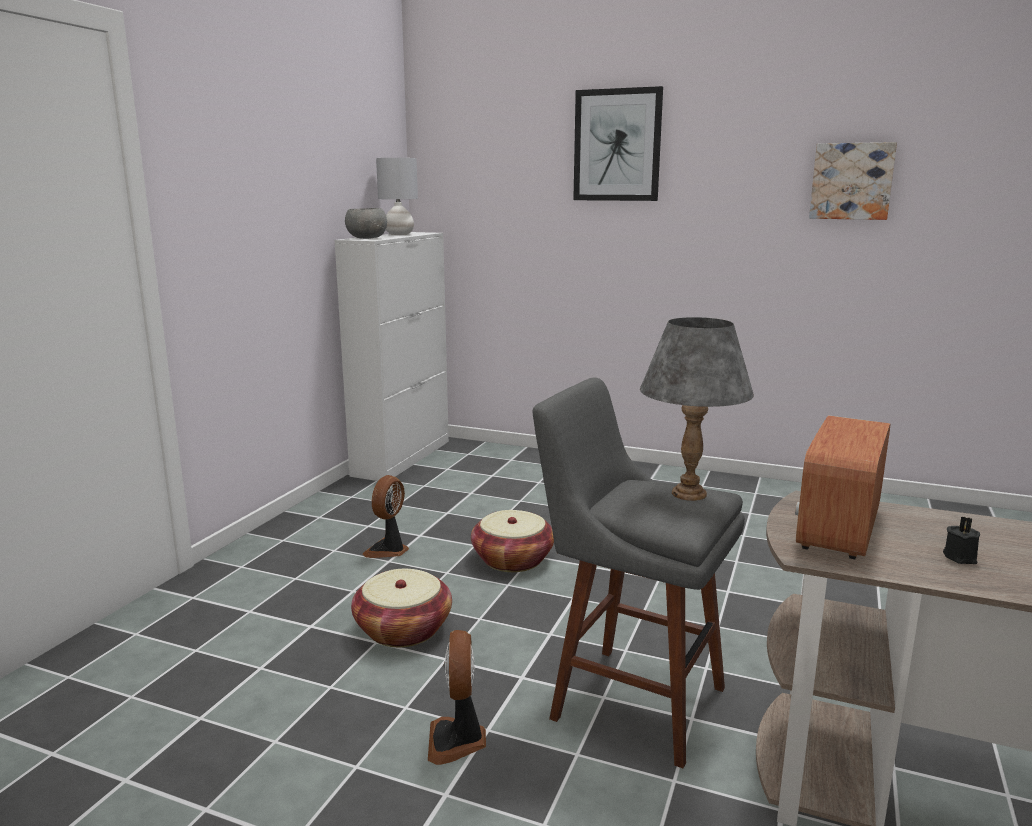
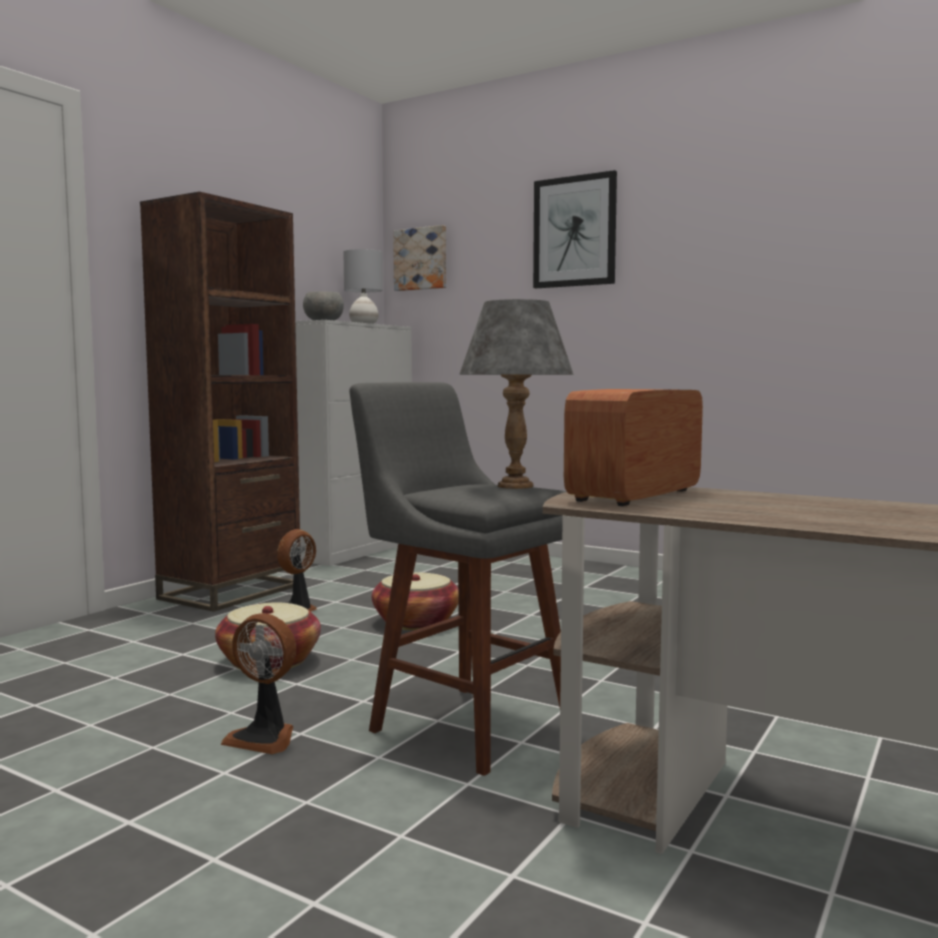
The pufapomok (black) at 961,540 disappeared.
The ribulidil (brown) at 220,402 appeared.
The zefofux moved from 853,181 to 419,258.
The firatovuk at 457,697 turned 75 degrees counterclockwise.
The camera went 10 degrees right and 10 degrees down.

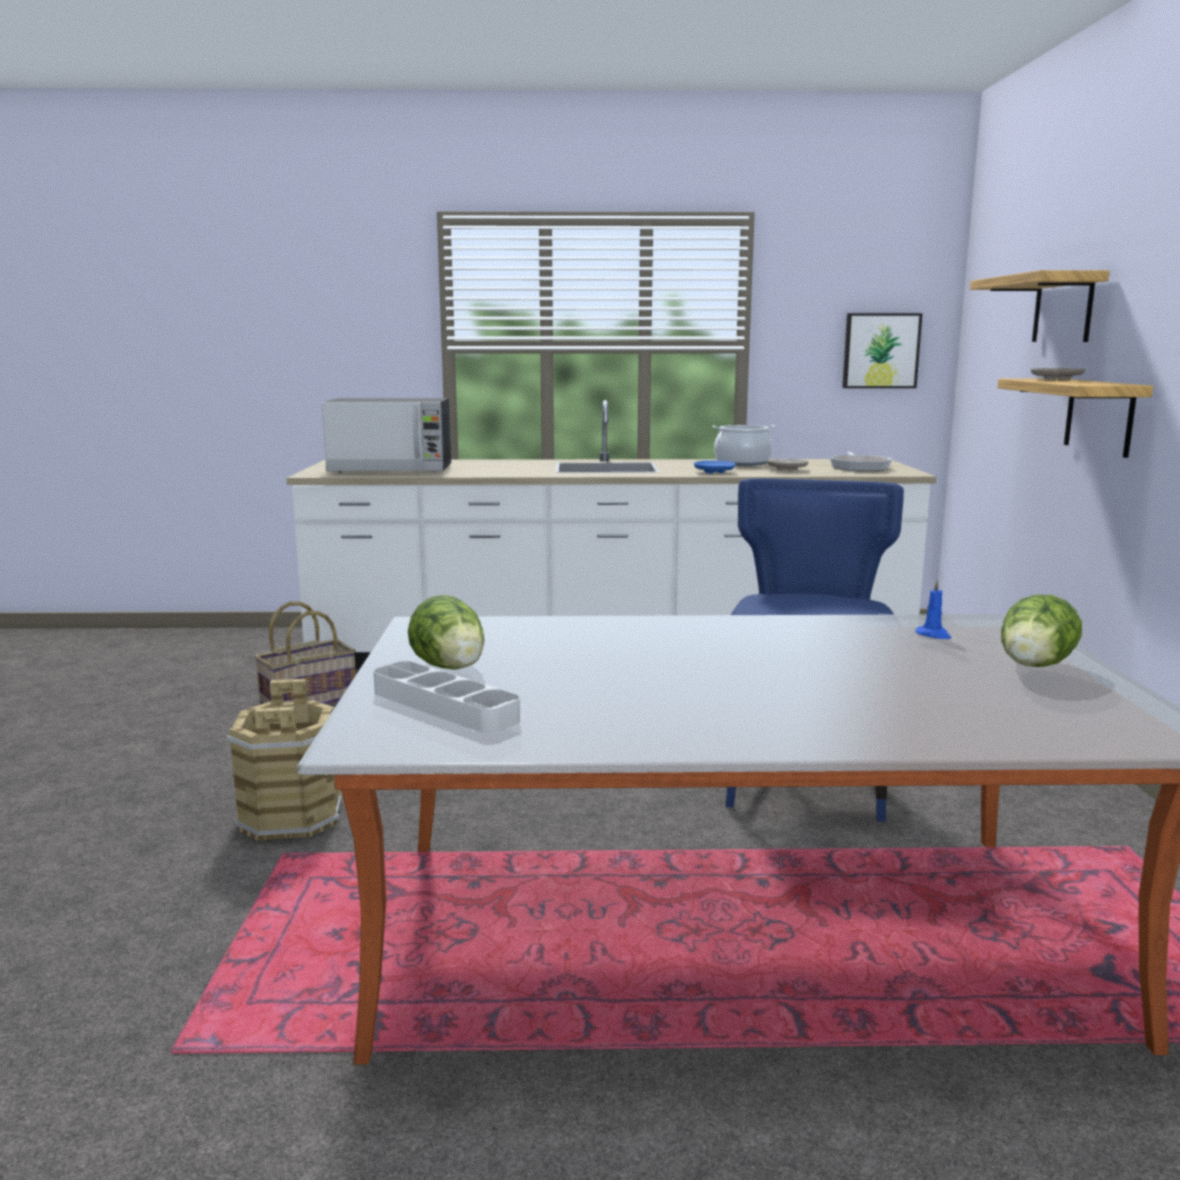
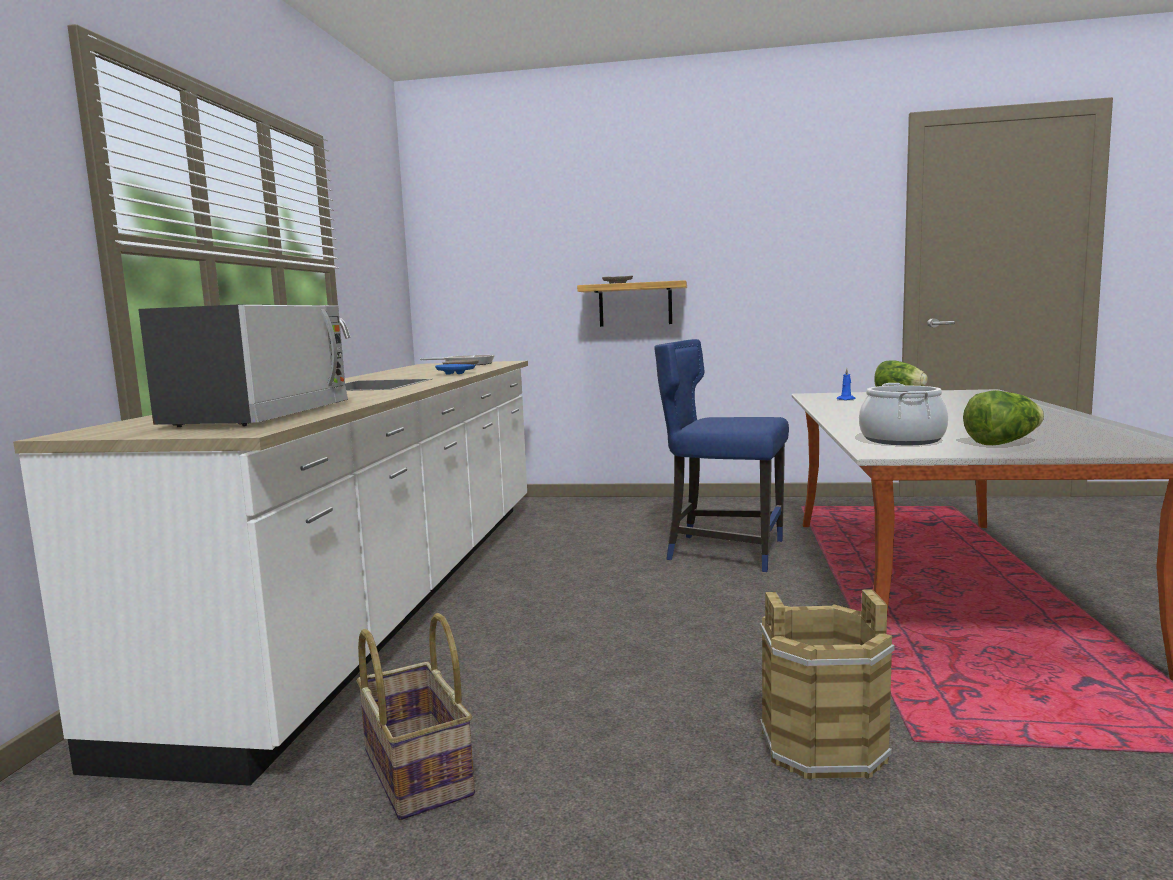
The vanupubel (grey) at 446,697 disappeared.
The zefofux at 882,350 disappeared.
The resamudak at 1039,306 disappeared.
The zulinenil moved from 744,445 to 903,414.
The camera went 80 degrees left and 5 degrees down.

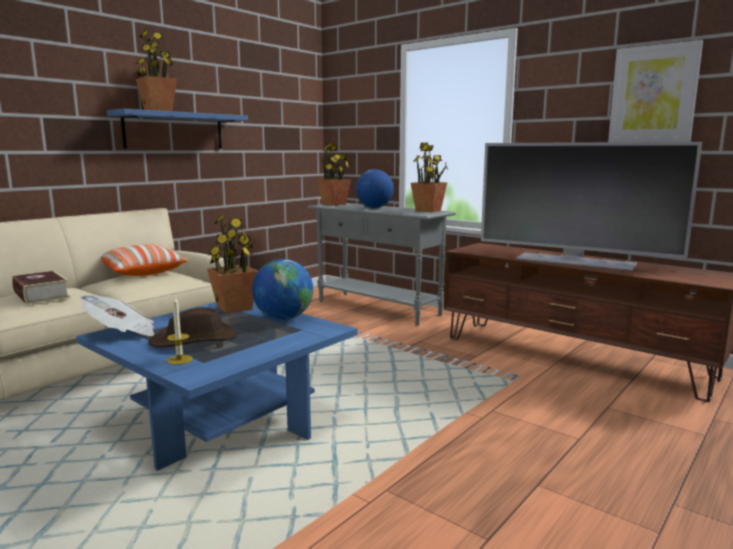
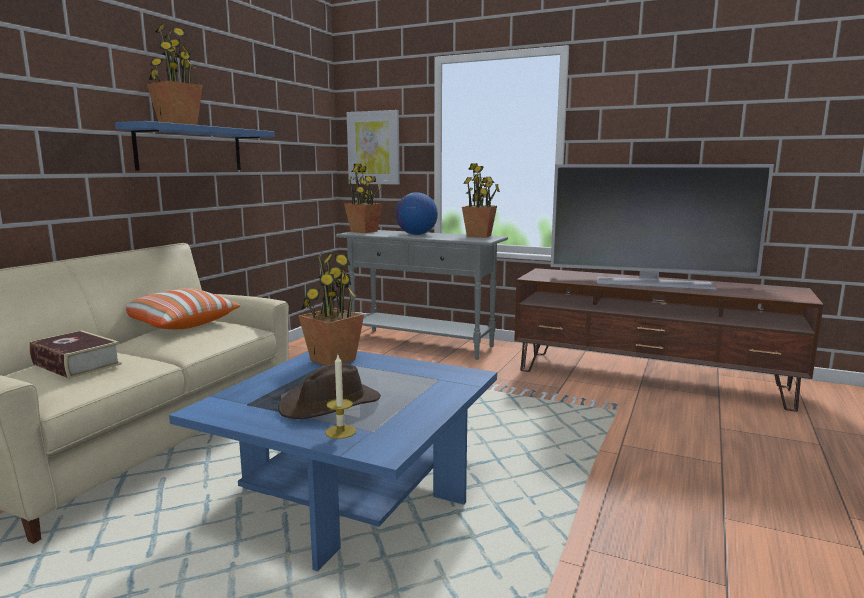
The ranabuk at 117,315 disappeared.
The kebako at 282,289 disappeared.
The zefofux moved from 655,91 to 373,147.
The camera went 15 degrees left and 0 degrees up.

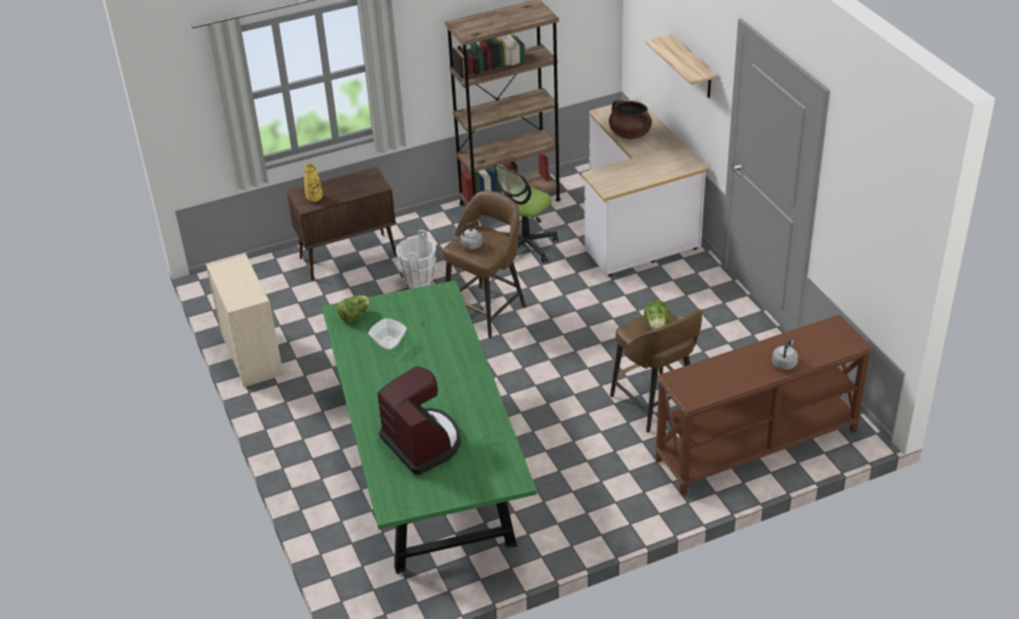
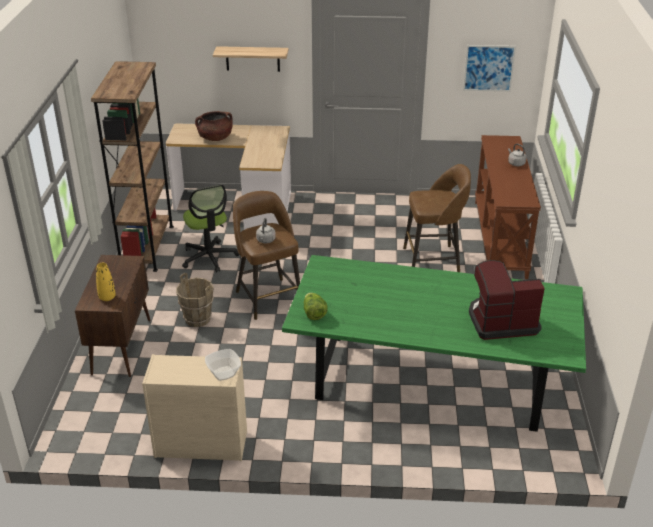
The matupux at 656,315 disappeared.
The zefofux at 489,68 appeared.
The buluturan moved from 387,334 to 223,365.
The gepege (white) at 416,259 became the gepege (brown) at 195,300.
The camera went 65 degrees left and 5 degrees down.

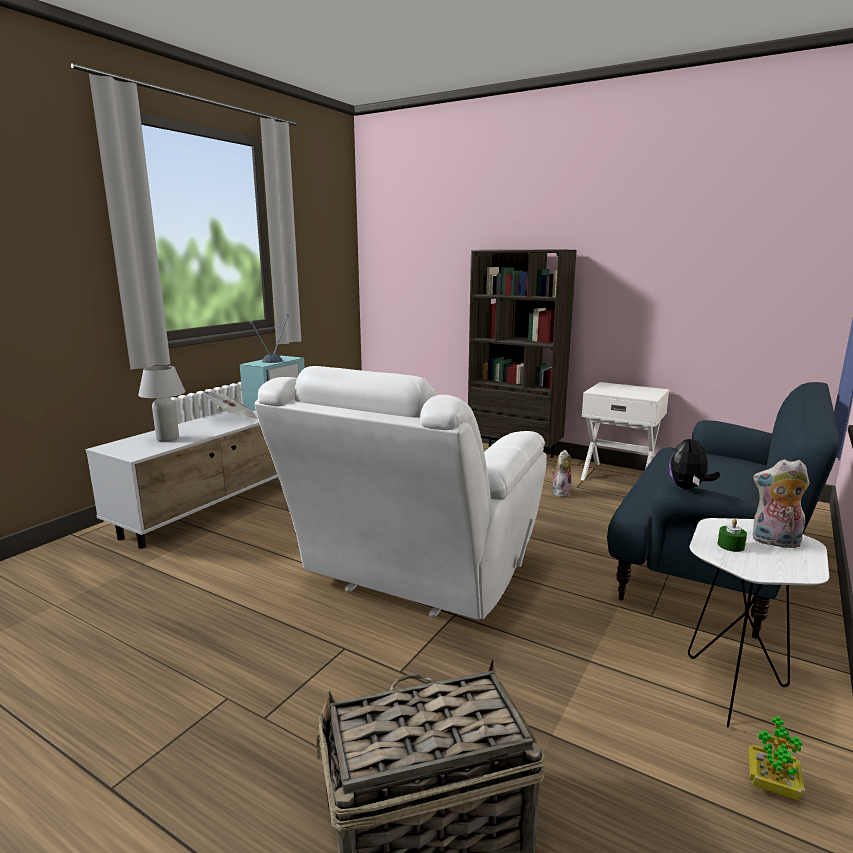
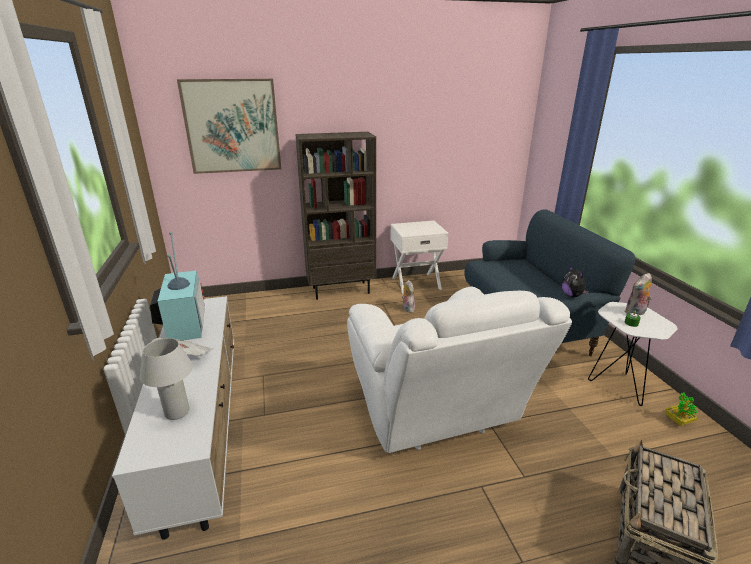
The zefofux at 229,126 appeared.
The camera went 45 degrees left and 10 degrees up.

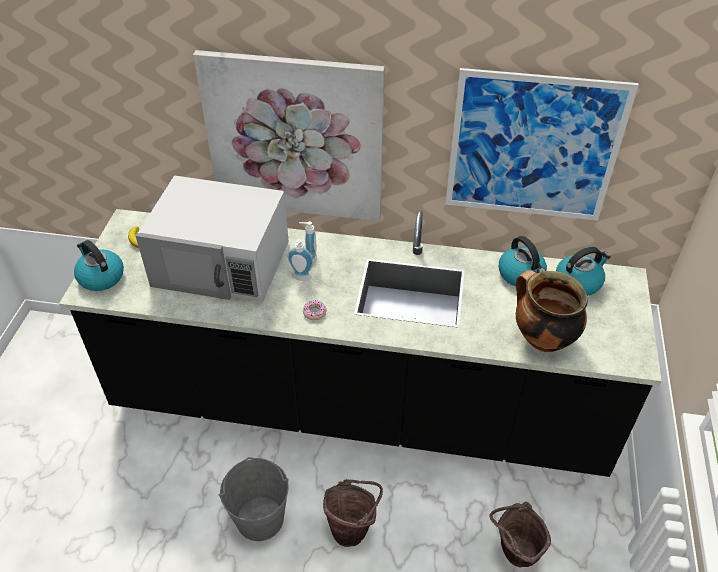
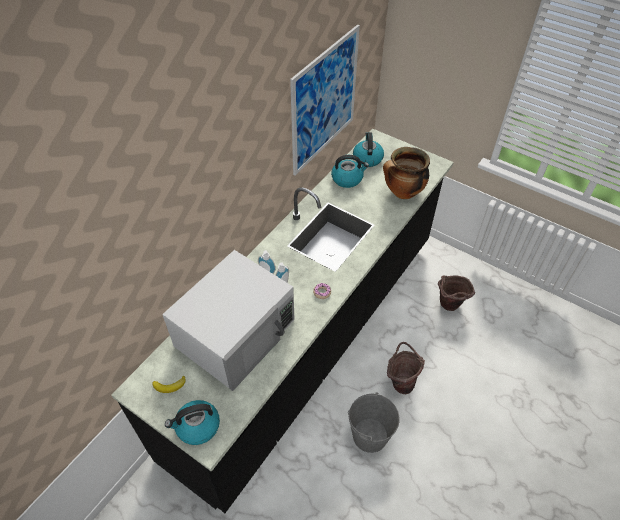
The zefofux at 289,135 disappeared.
The camera went 65 degrees left and 5 degrees up.

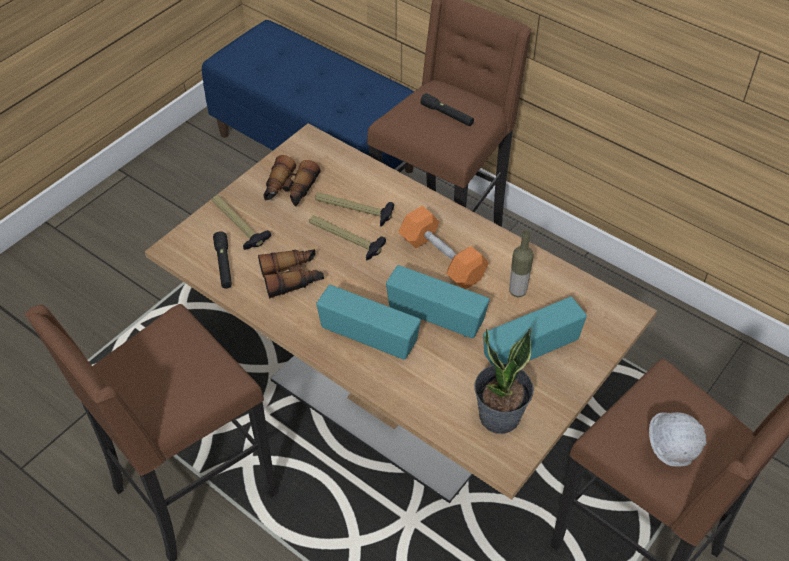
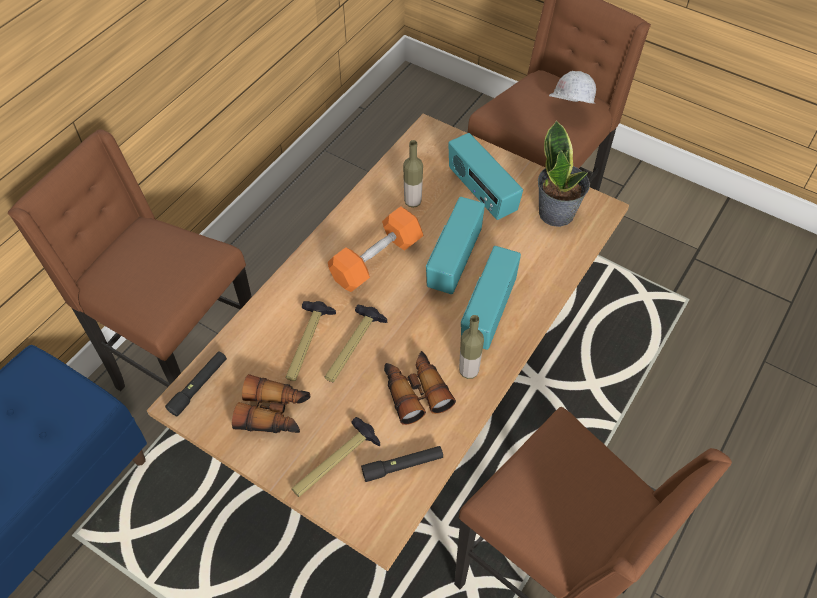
The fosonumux at 471,347 appeared.
The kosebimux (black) moved from 447,109 to 196,384.
The camera went 95 degrees left and 5 degrees up.

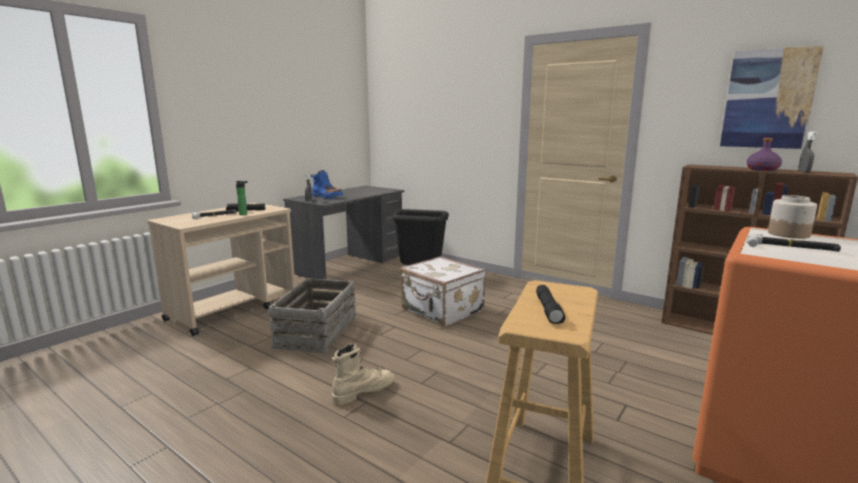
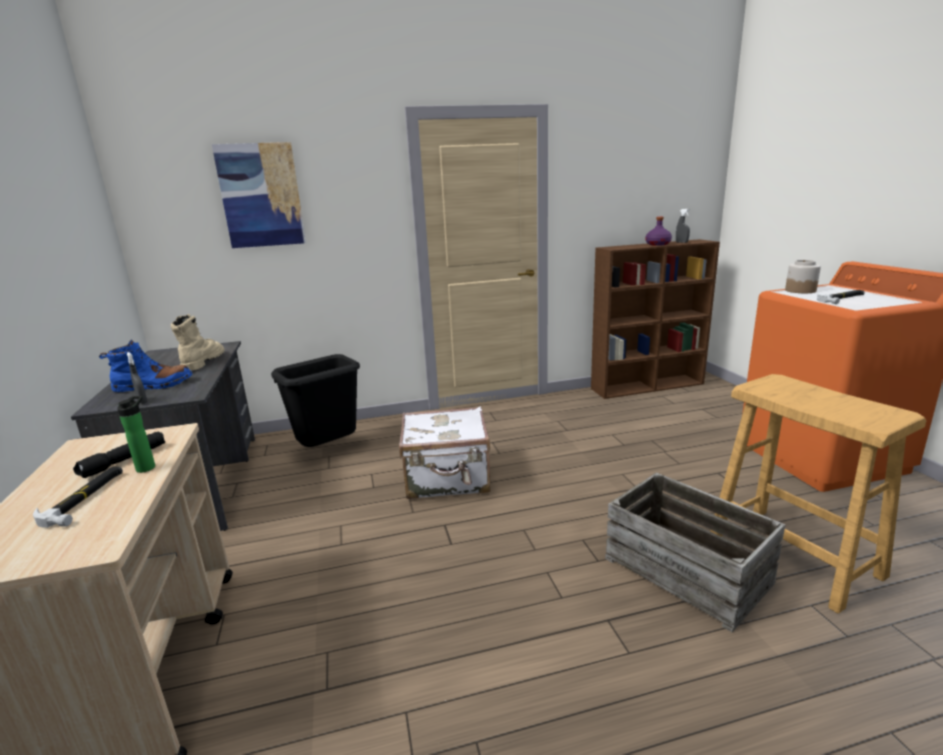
The kosebimux (black) at 550,304 disappeared.
The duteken moved from 312,316 to 695,552.
The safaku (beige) moved from 363,374 to 198,342.
The zefofux moved from 772,97 to 259,195.
The camera went 50 degrees left and 5 degrees up.

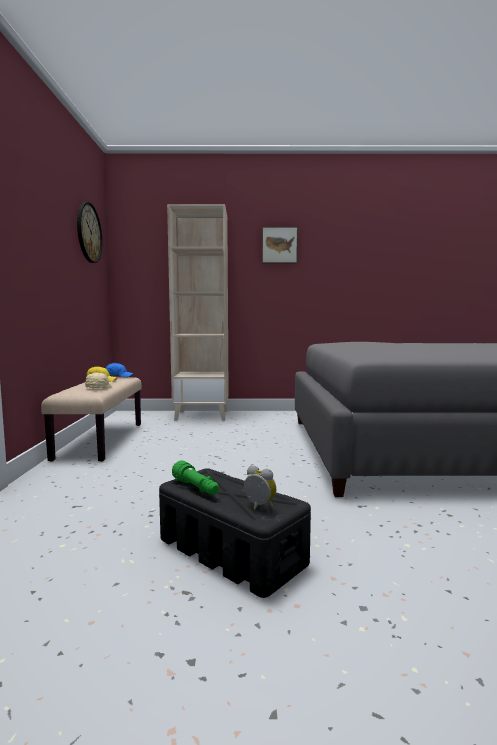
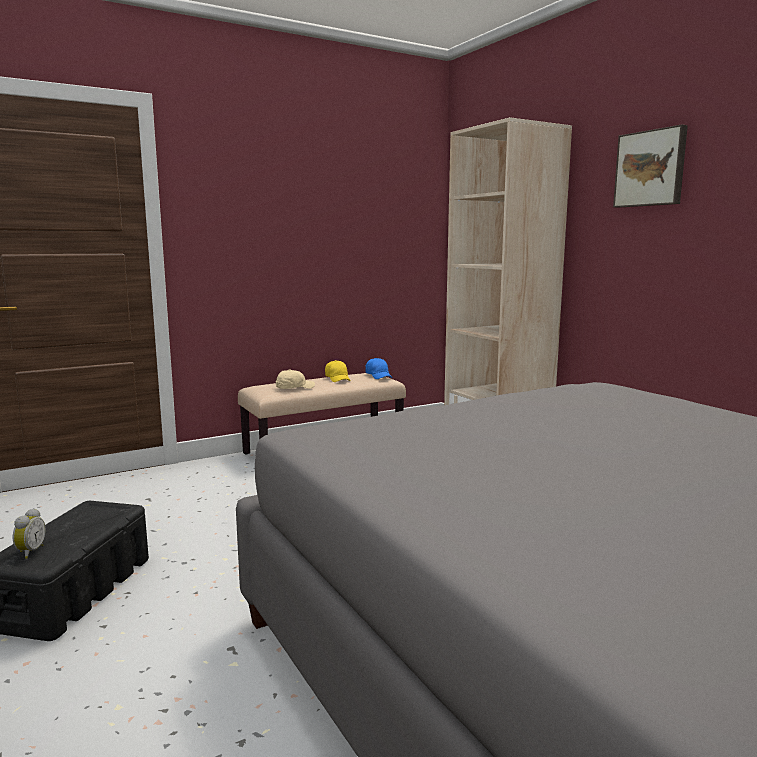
The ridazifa at 89,232 disappeared.
The kosebimux (green) at 195,477 disappeared.
The camera went 60 degrees right and 5 degrees up.

